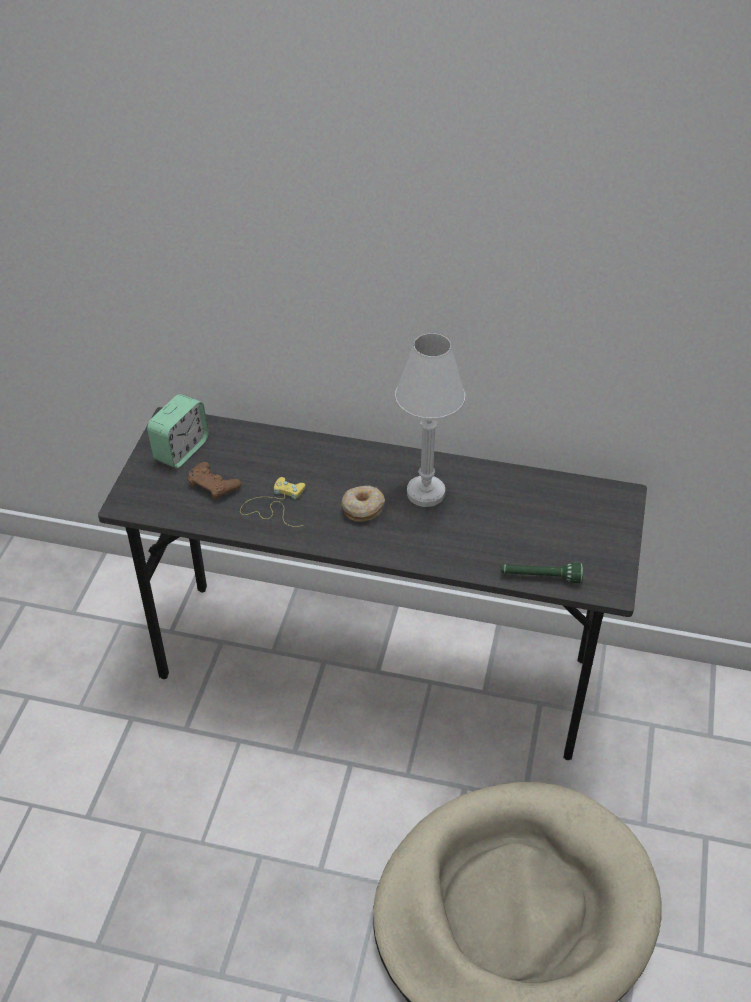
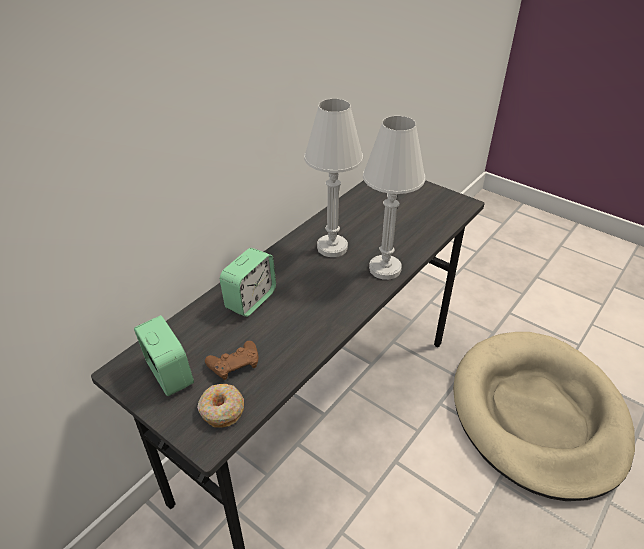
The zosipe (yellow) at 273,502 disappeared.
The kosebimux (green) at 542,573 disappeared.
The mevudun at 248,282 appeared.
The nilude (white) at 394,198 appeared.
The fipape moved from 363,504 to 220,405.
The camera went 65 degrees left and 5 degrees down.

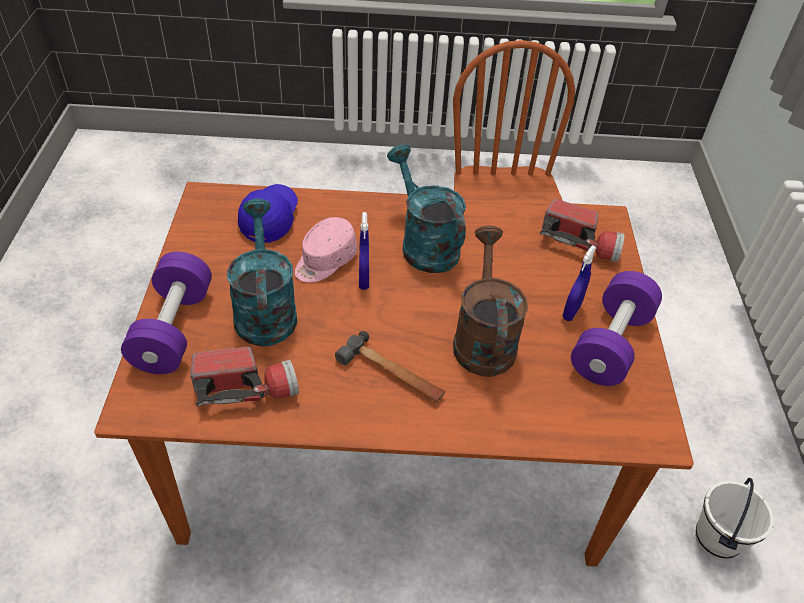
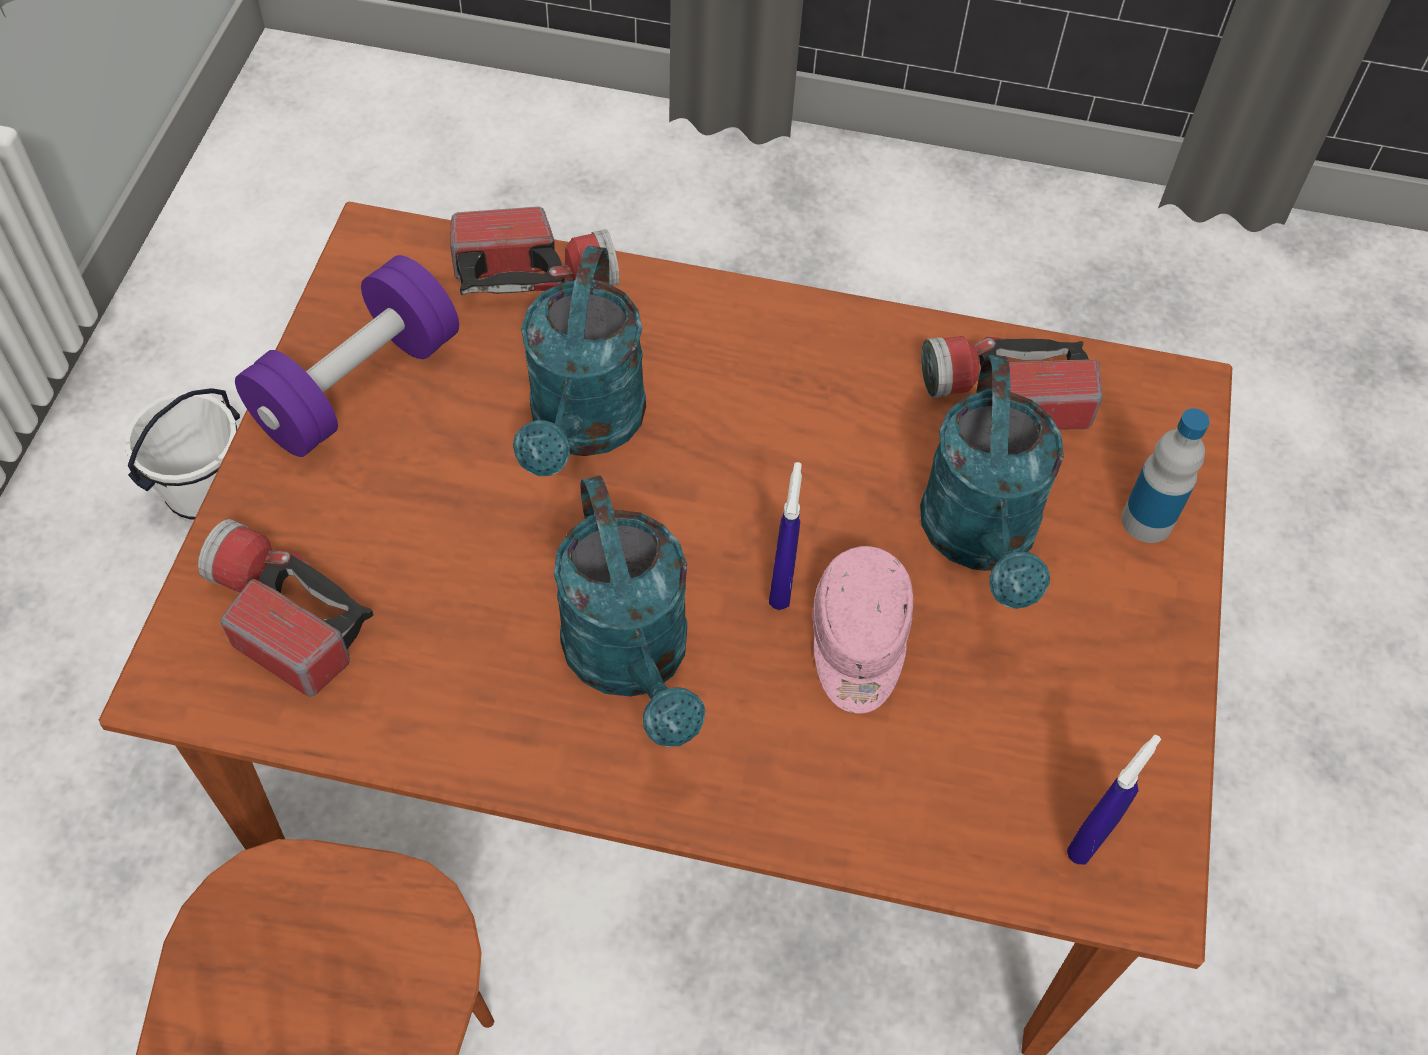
The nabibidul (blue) at 268,213 disappeared.
The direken at 390,366 disappeared.
The kosebimux at 534,251 appeared.
The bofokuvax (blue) moved from 579,283 to 1114,800.
The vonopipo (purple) at 166,313 was replaced by the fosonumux at 1166,475.
The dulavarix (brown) at 490,301 became the dulavarix (turquoise) at 579,360.
The nabibidul (pink) at 326,250 turned 135 degrees clockwise.
The camera went 170 degrees left and 10 degrees up.

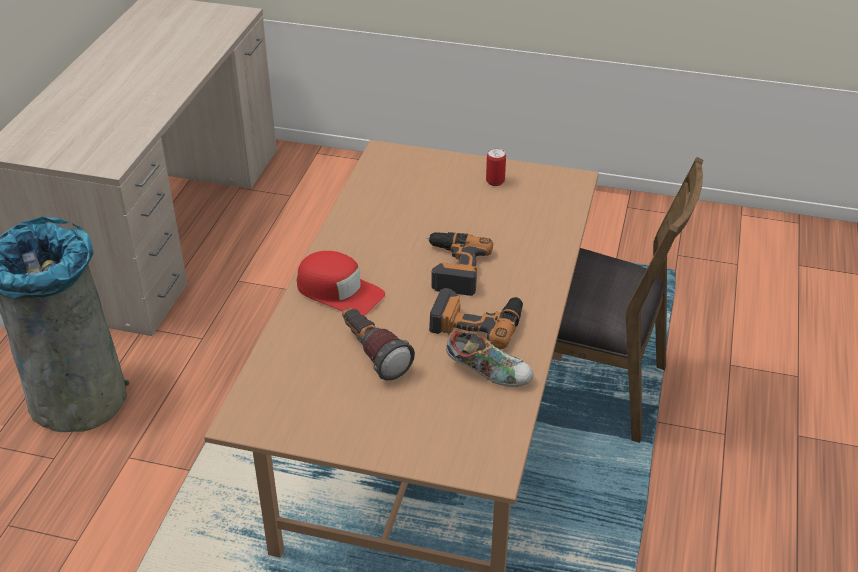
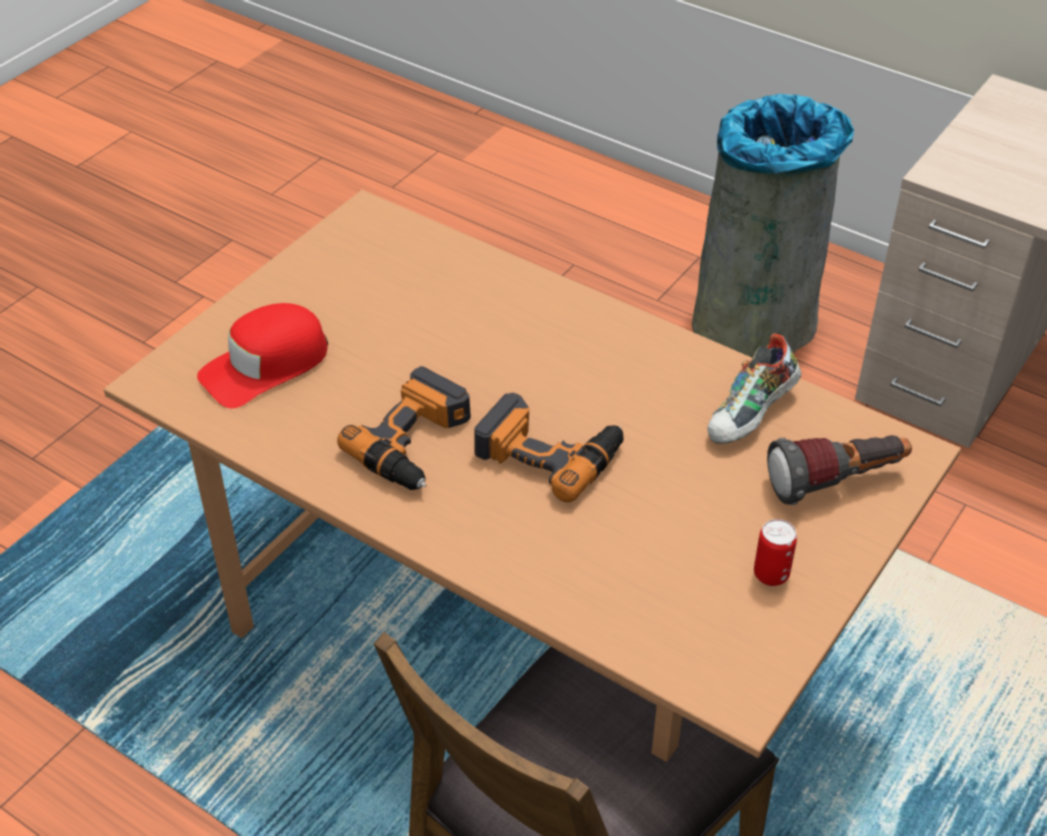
The nabibidul (red) moved from 341,283 to 262,356.
The kosebimux moved from 378,344 to 839,470.
The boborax moved from 489,358 to 754,388.
The camera went 110 degrees right and 5 degrees up.

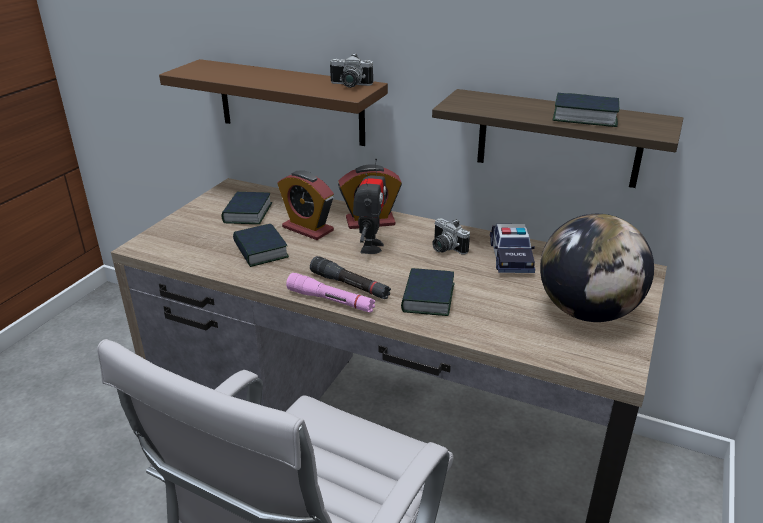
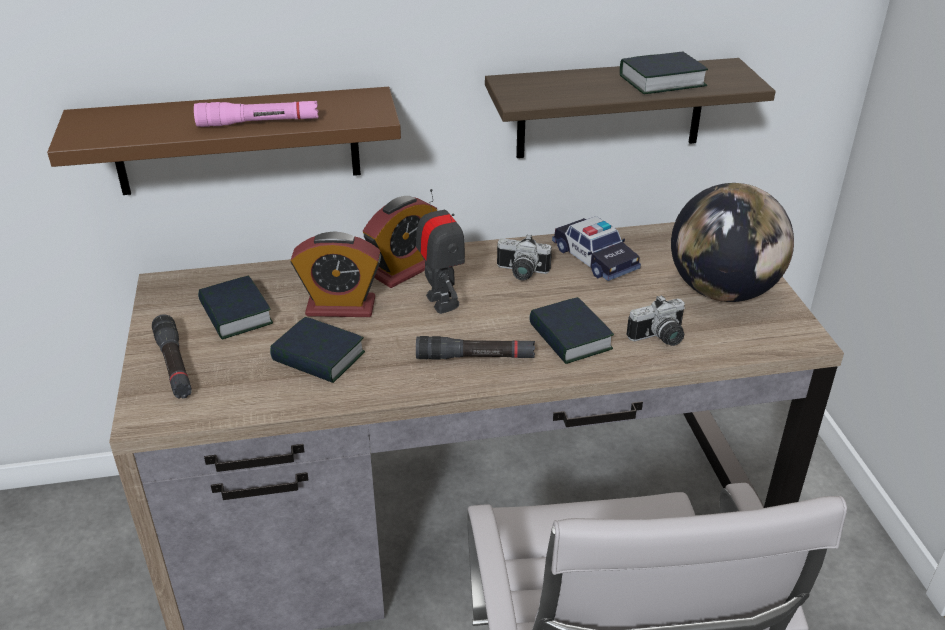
The kosebimux (black) at 172,356 appeared.
The kosebimux (pink) moved from 330,293 to 256,114.
The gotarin moved from 351,70 to 655,320.
The camera went 35 degrees left and 5 degrees up.

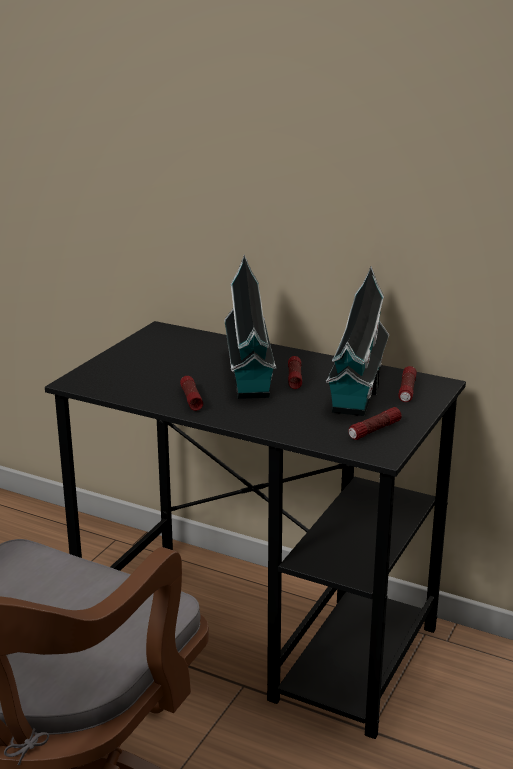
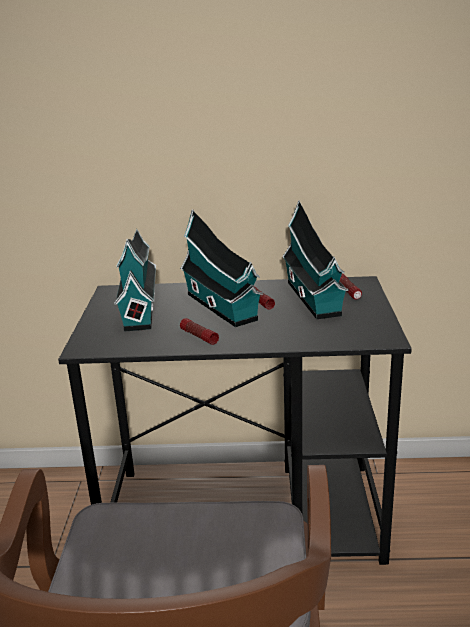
The kosebimux at 375,423 disappeared.
The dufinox at 135,280 appeared.
The camera went 25 degrees left and 0 degrees up.

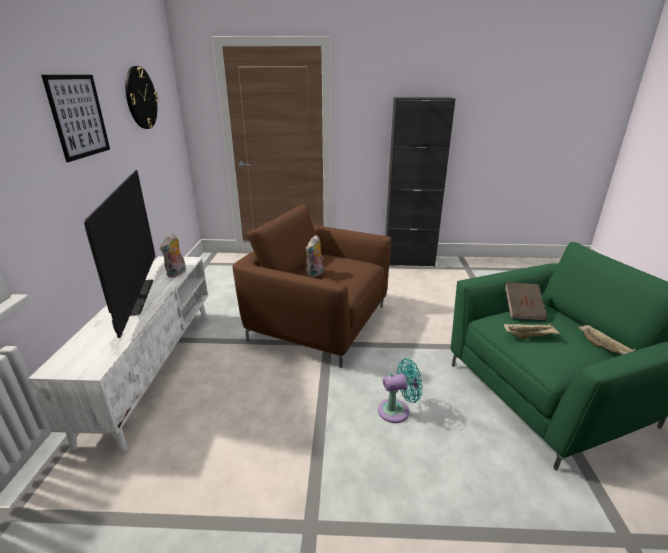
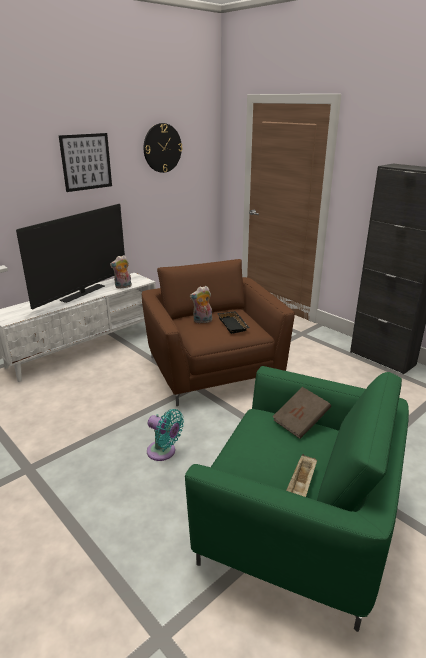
The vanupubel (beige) at 532,331 disappeared.
The vanupubel (black) at 233,322 appeared.
The camera went 45 degrees right and 0 degrees up.

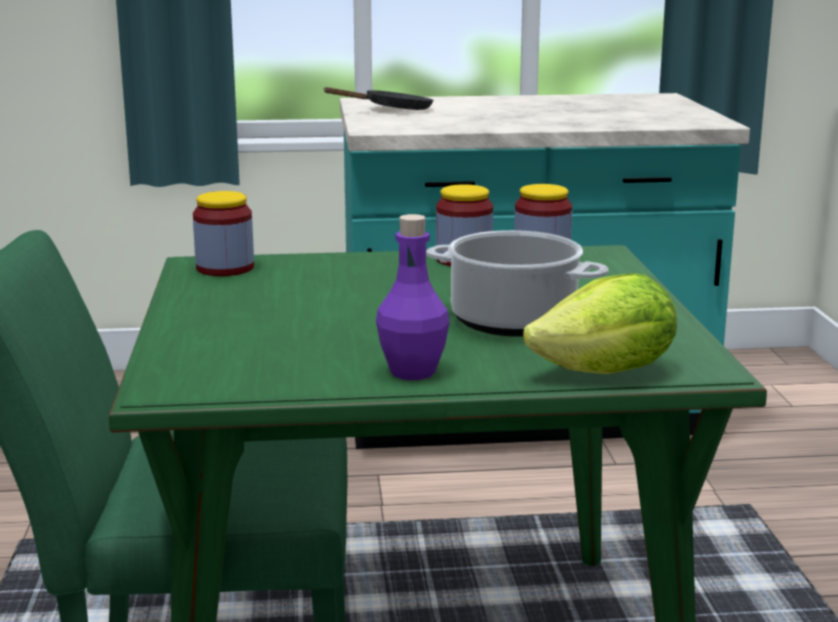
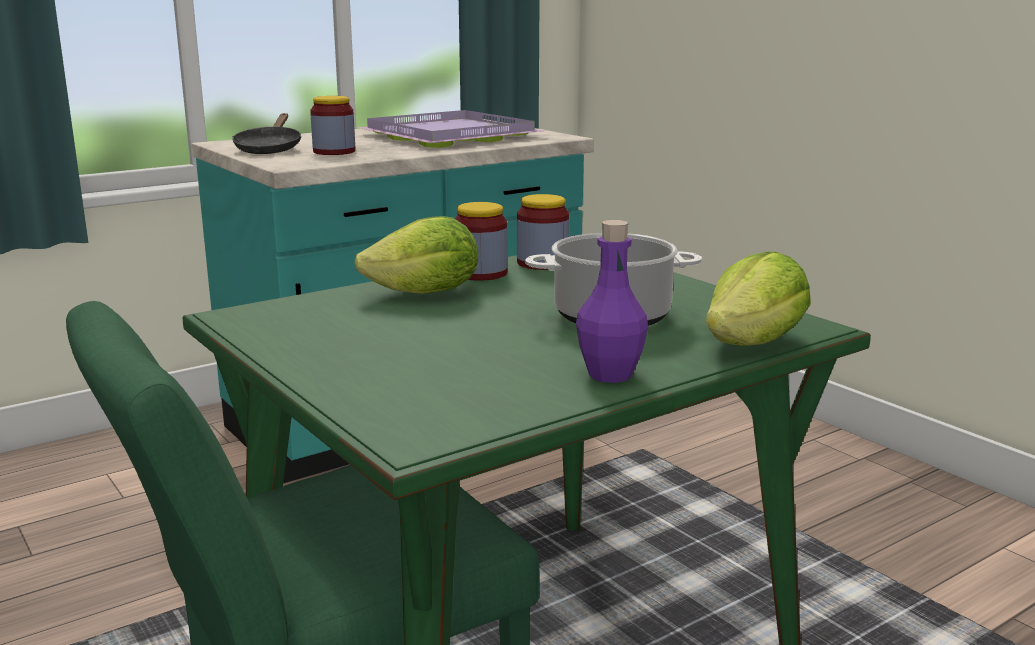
The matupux at 416,255 appeared.
The vanupubel (purple) at 450,129 appeared.
The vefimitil moved from 223,233 to 332,125.
The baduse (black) at 378,98 turned 150 degrees clockwise.
The camera went 30 degrees left and 0 degrees up.

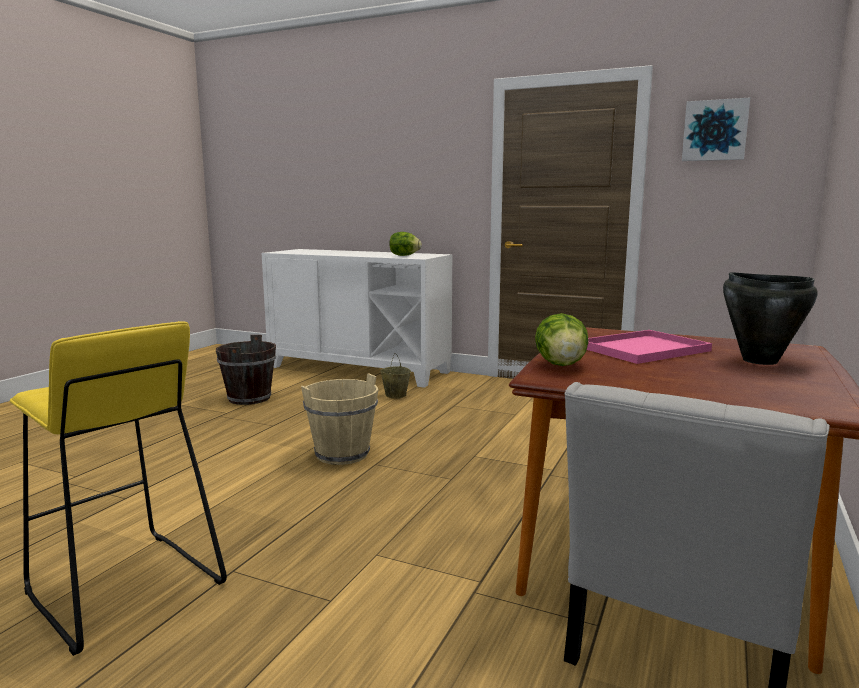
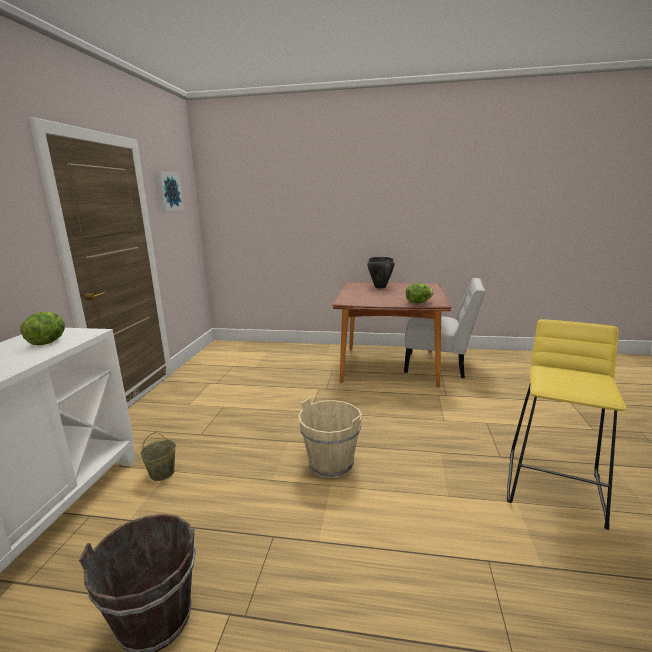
The vanupubel (pink) at 649,347 disappeared.
The camera went 105 degrees left and 5 degrees up.

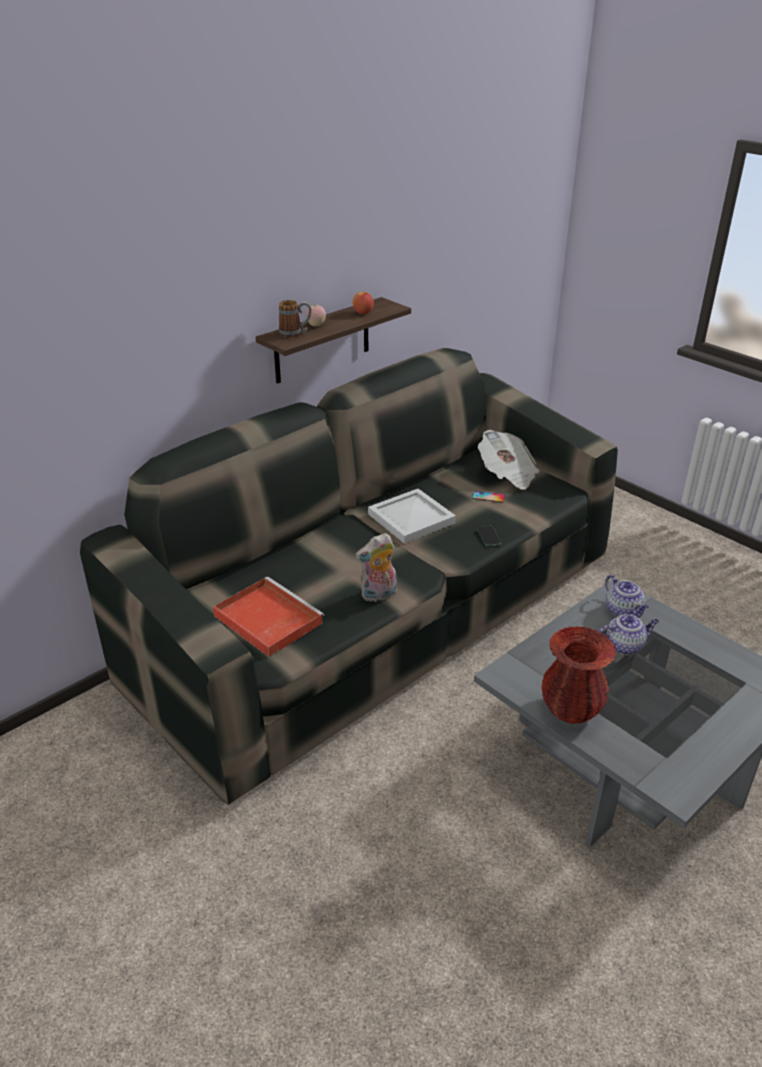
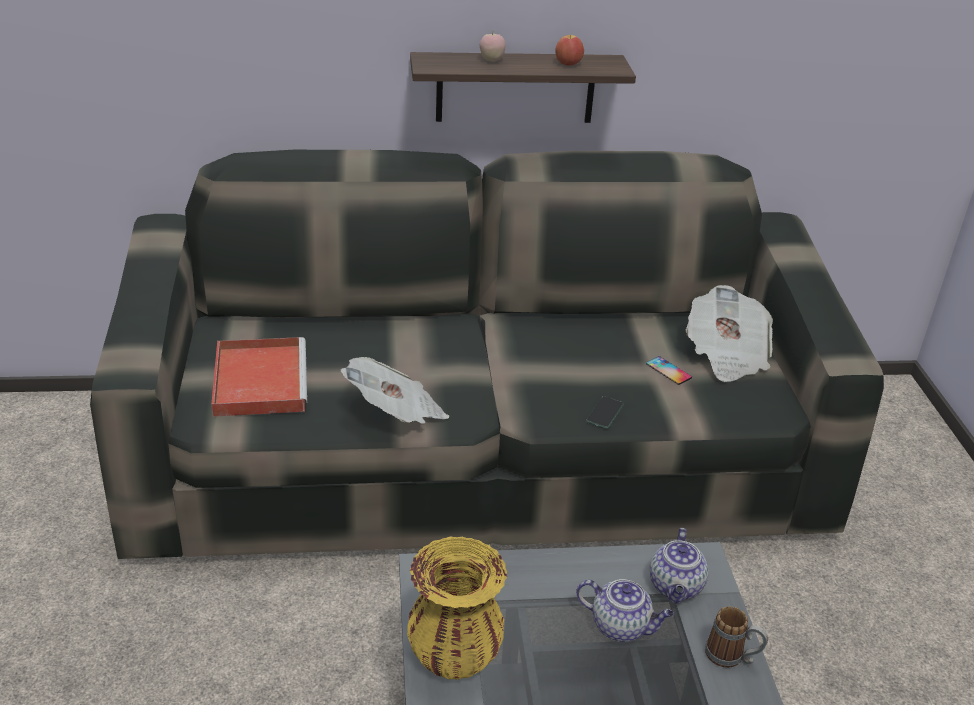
The vanupubel (white) at 412,516 disappeared.
The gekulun moved from 295,319 to 736,637.
The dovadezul at 376,567 was replaced by the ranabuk at 394,390.
The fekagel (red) at 578,675 became the fekagel (yellow) at 457,608.
The camera went 35 degrees right and 0 degrees up.

